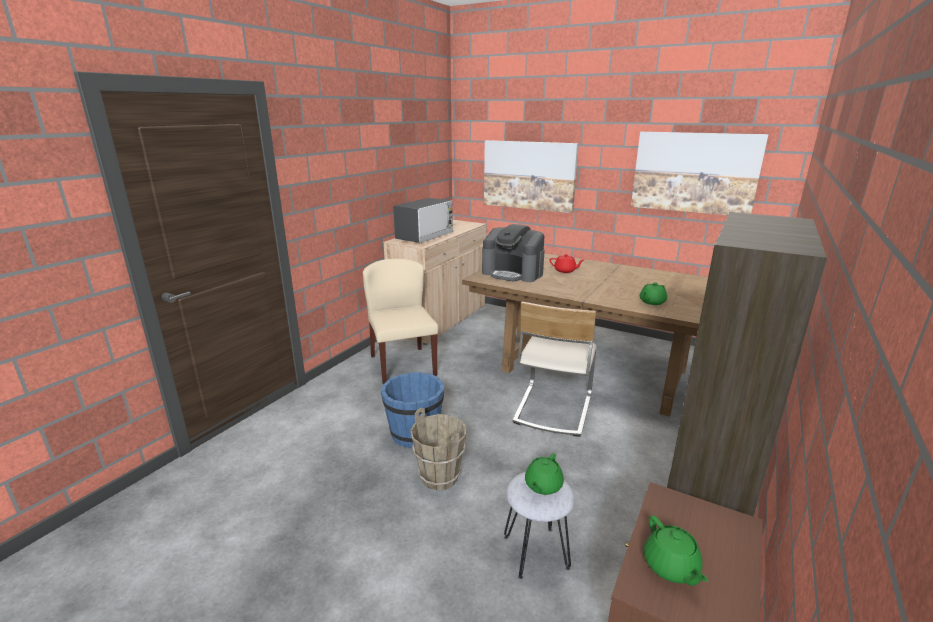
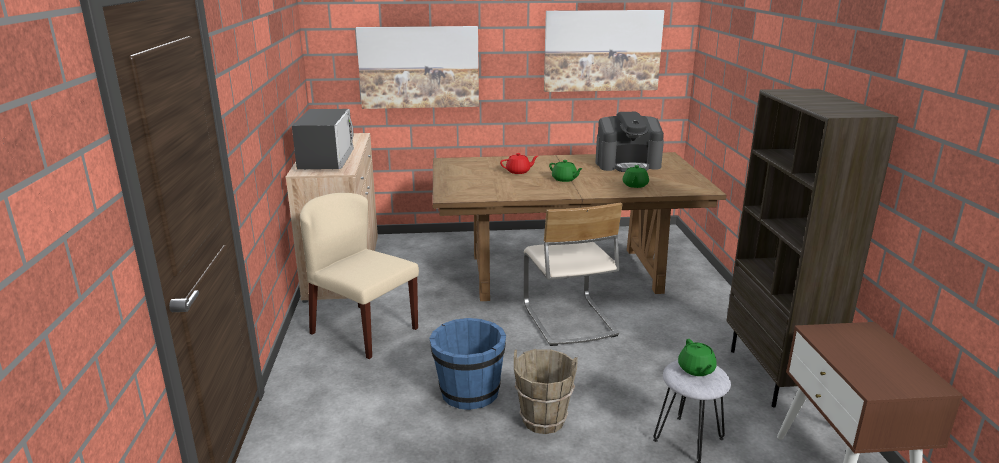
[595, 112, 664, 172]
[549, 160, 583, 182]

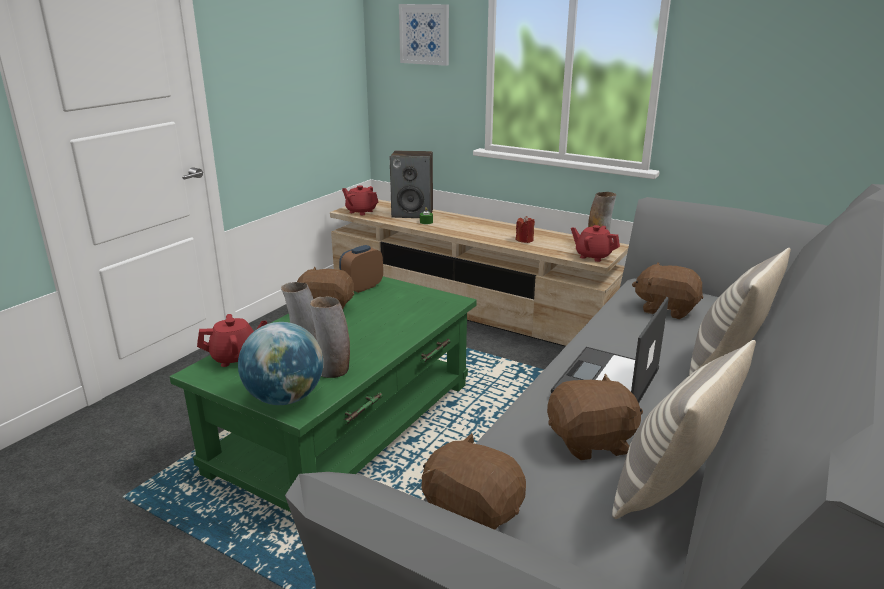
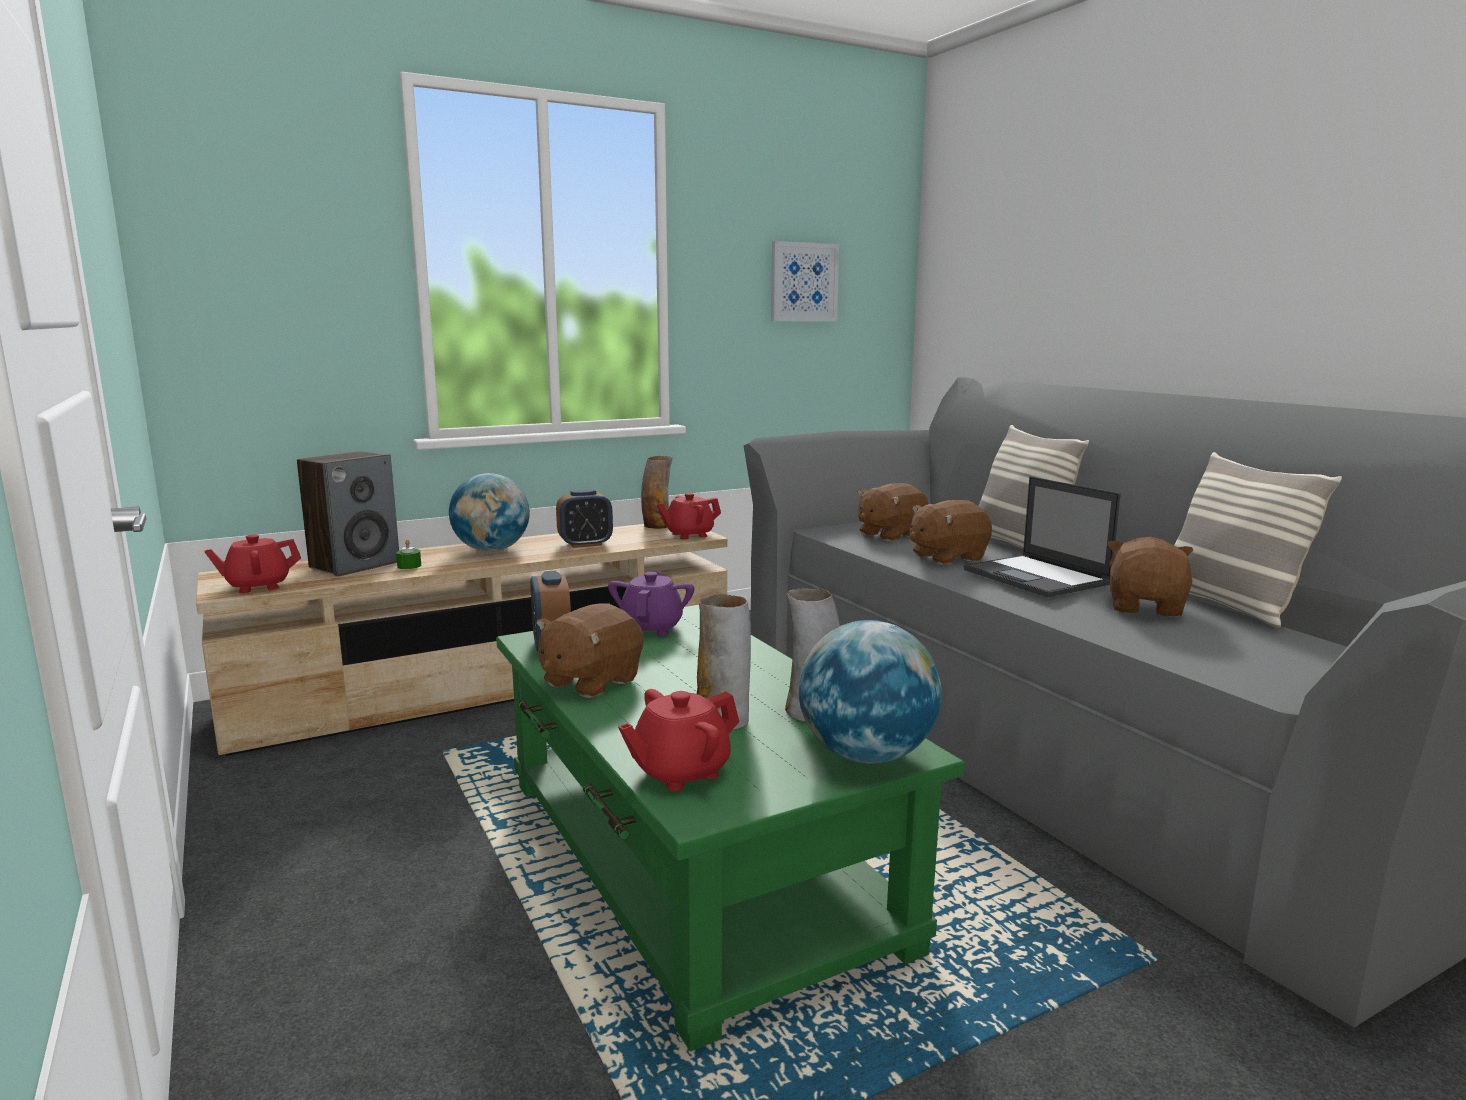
[771, 241, 839, 321]
[556, 489, 613, 548]
[618, 689, 739, 791]
[910, 500, 992, 565]
[449, 473, 530, 552]
[608, 572, 694, 636]

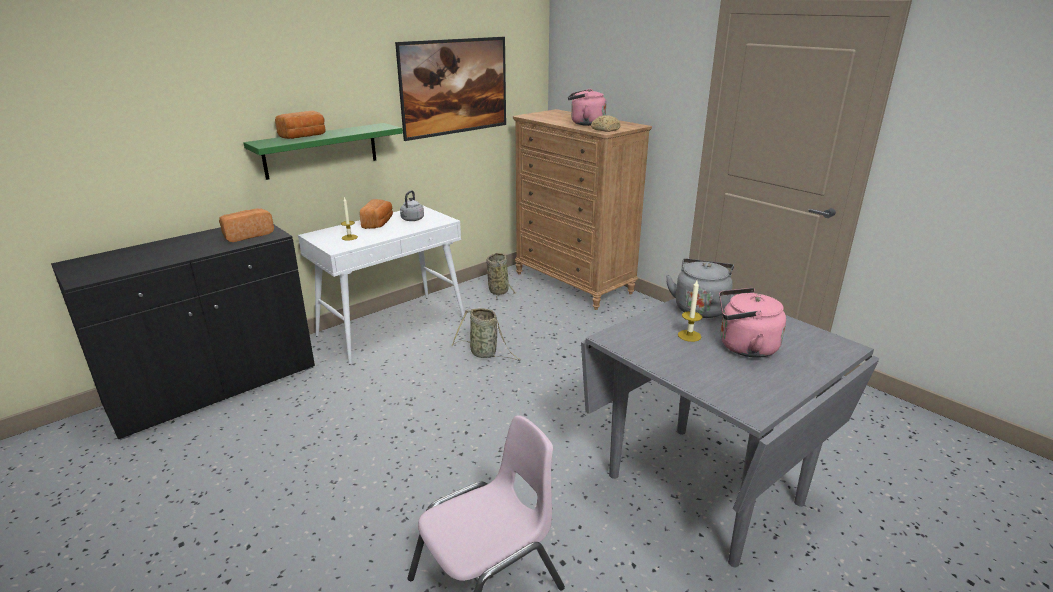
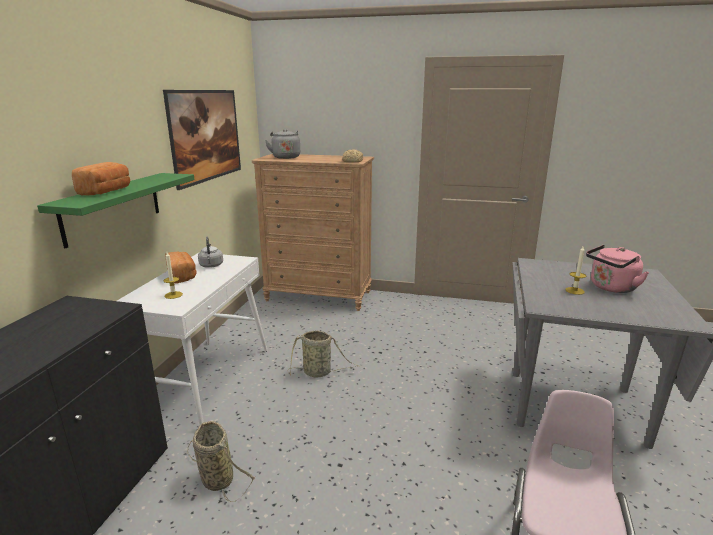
[568, 89, 606, 126] (first image)
[219, 208, 274, 242] (first image)
[187, 421, 255, 502]
[265, 129, 300, 159]

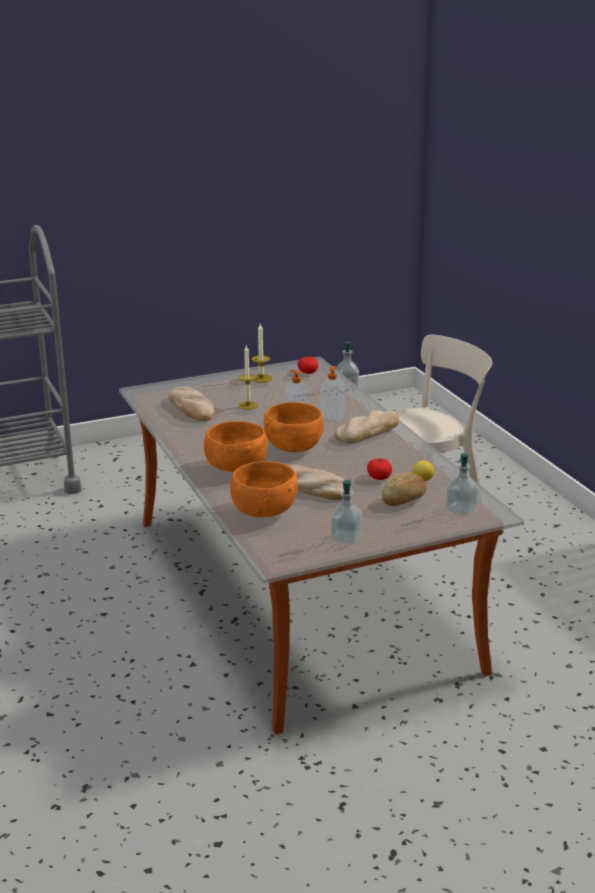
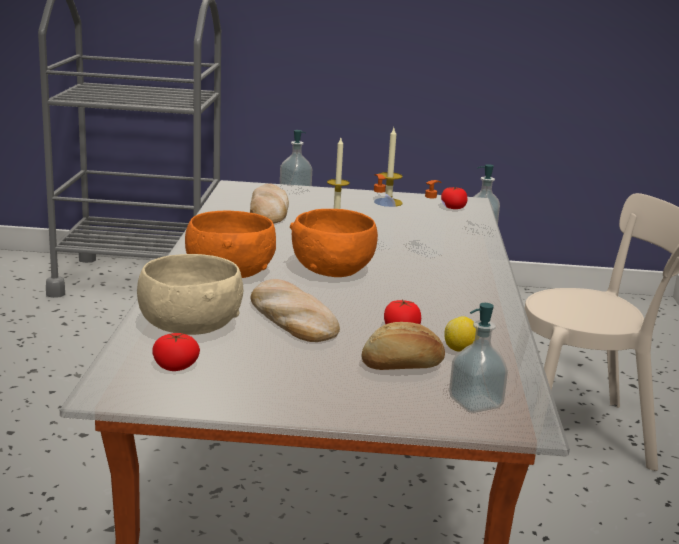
[335, 410, 399, 443] (first image)
[137, 254, 243, 335]
[280, 130, 312, 194]
[152, 333, 200, 371]

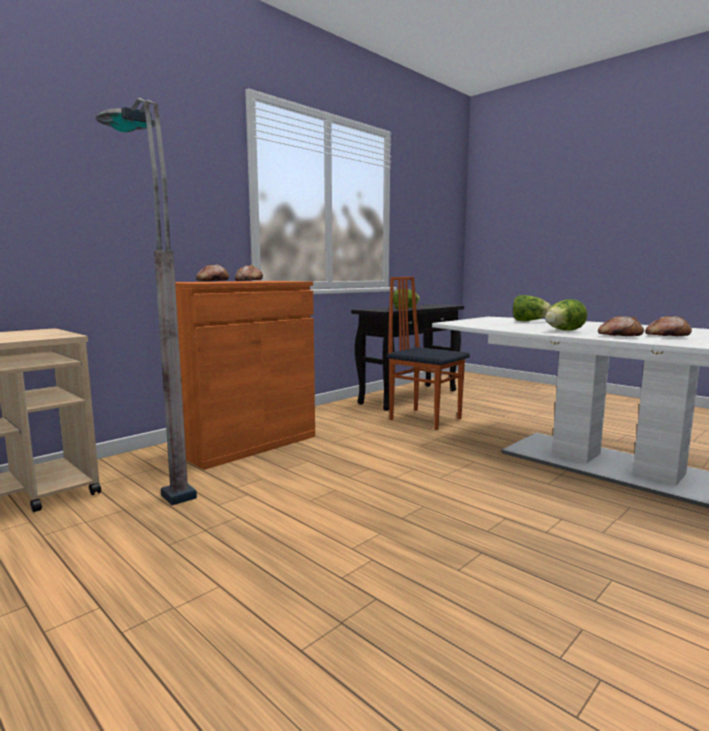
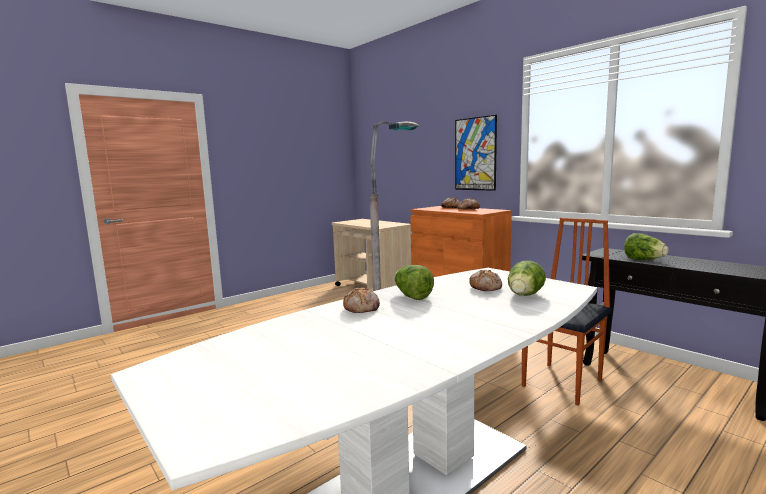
[469, 270, 502, 291]
[455, 115, 497, 191]

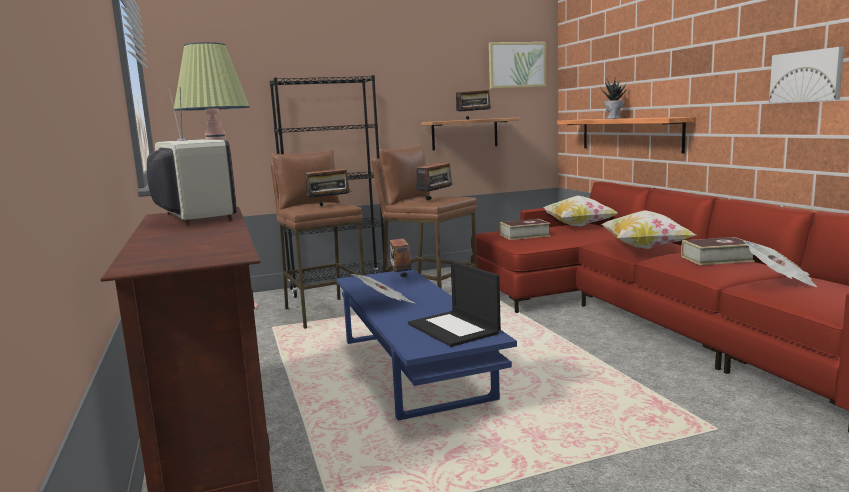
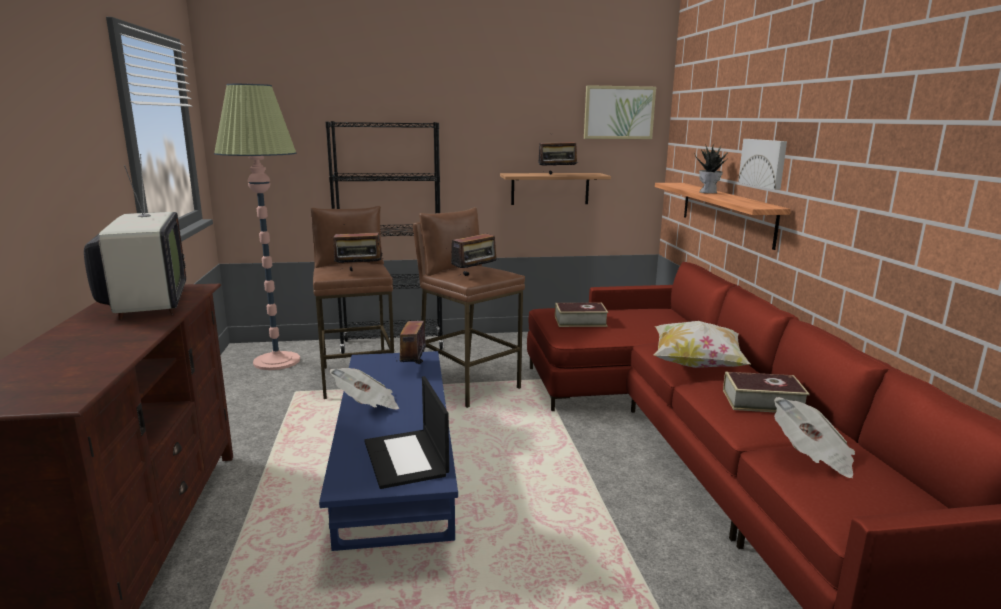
[738, 139, 787, 190]
[544, 196, 618, 226] (first image)

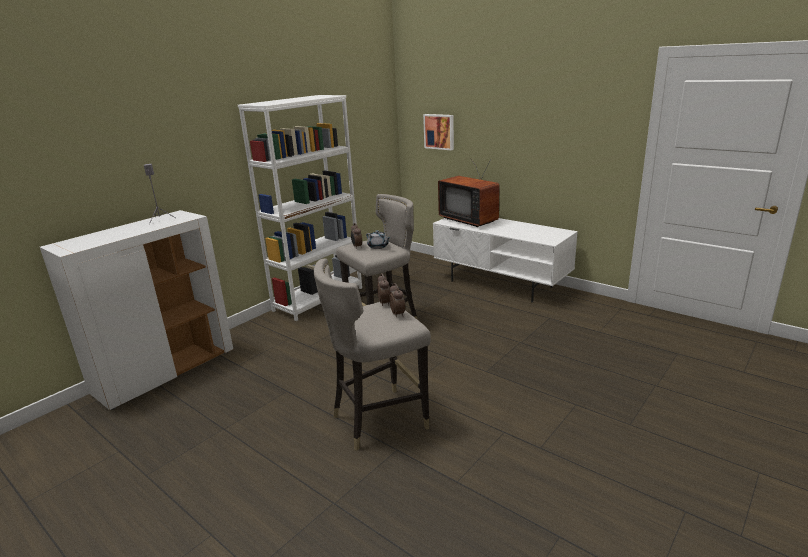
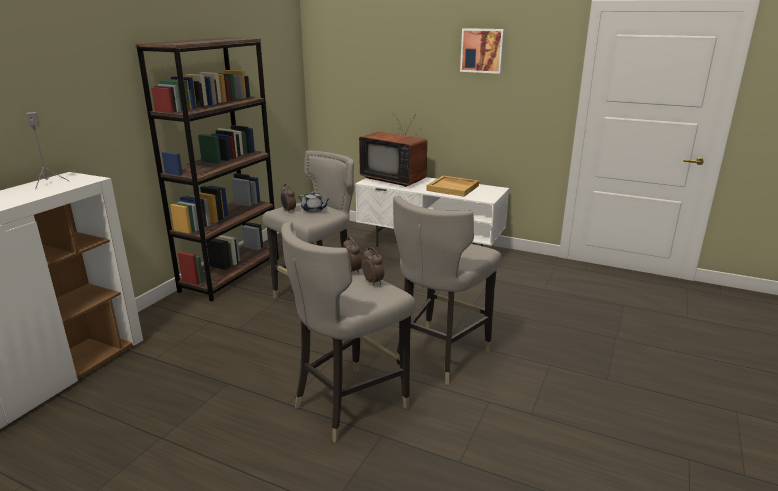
[135, 37, 279, 301]
[460, 28, 505, 74]
[426, 176, 479, 197]
[393, 196, 502, 385]

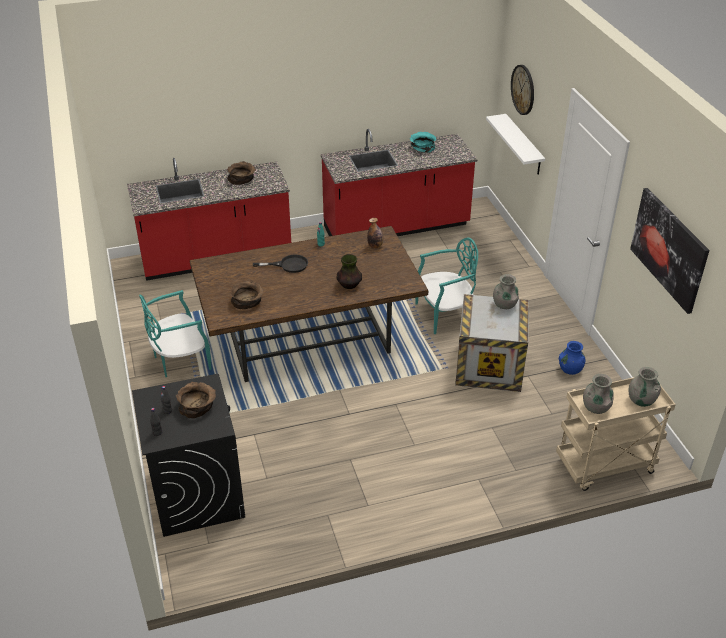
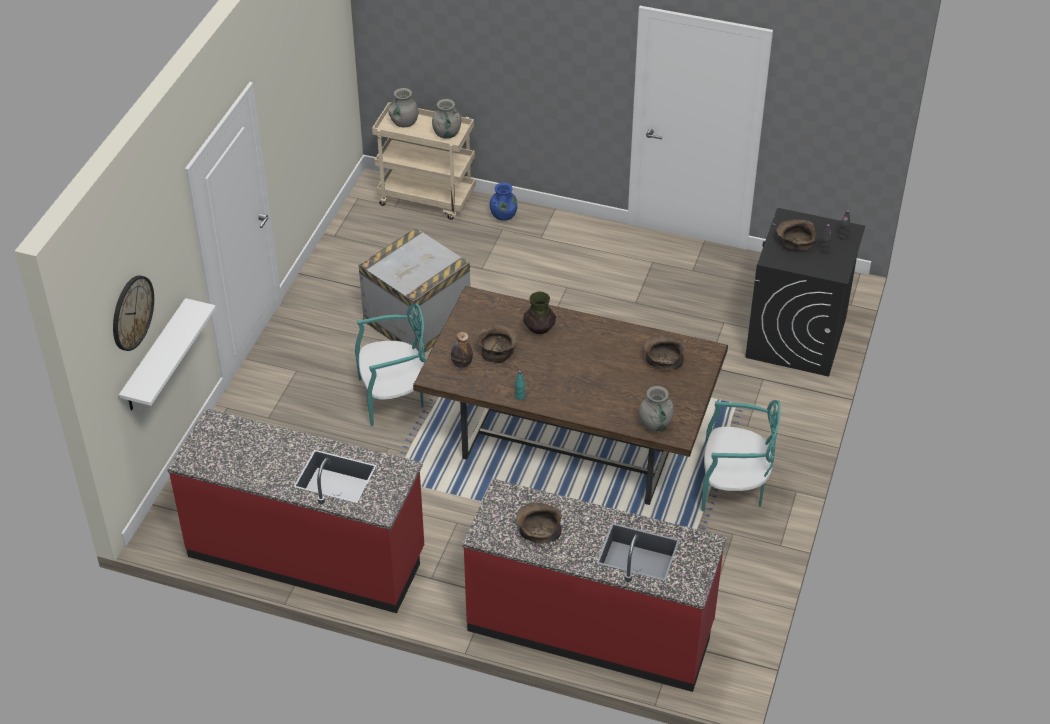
[410, 132, 437, 153] (first image)
[630, 188, 709, 314] (first image)
[355, 303, 426, 426]
[253, 254, 308, 273] (first image)
[639, 386, 674, 431]
[490, 182, 517, 221]
[477, 325, 519, 363]

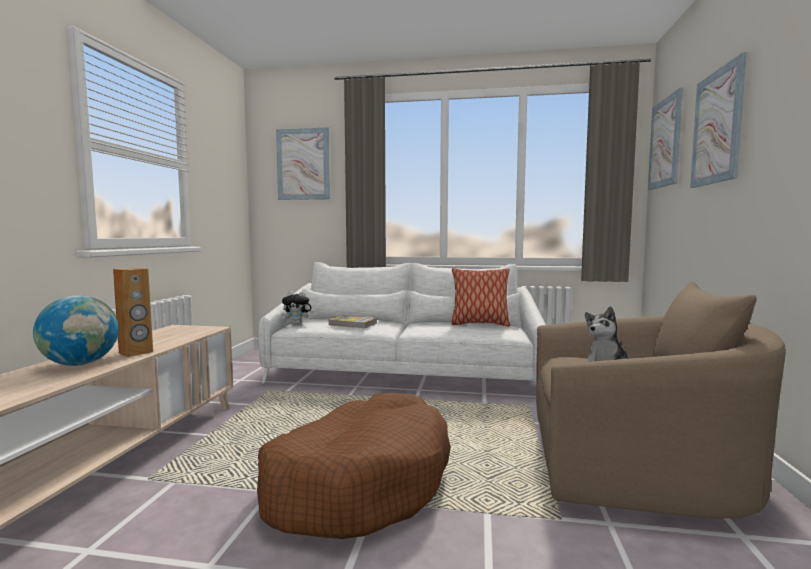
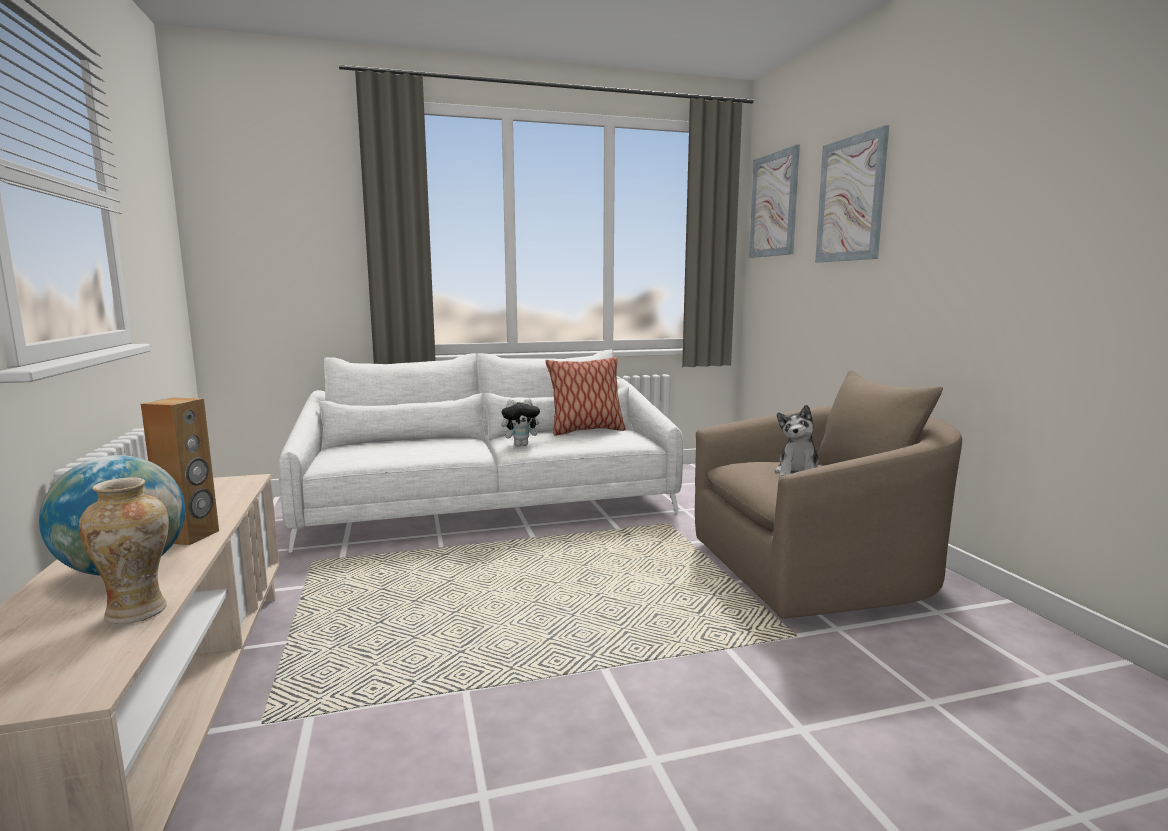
[276, 127, 330, 200] (first image)
[501, 398, 544, 446]
[329, 315, 377, 328] (first image)
[257, 393, 451, 539] (first image)
[79, 477, 169, 624]

